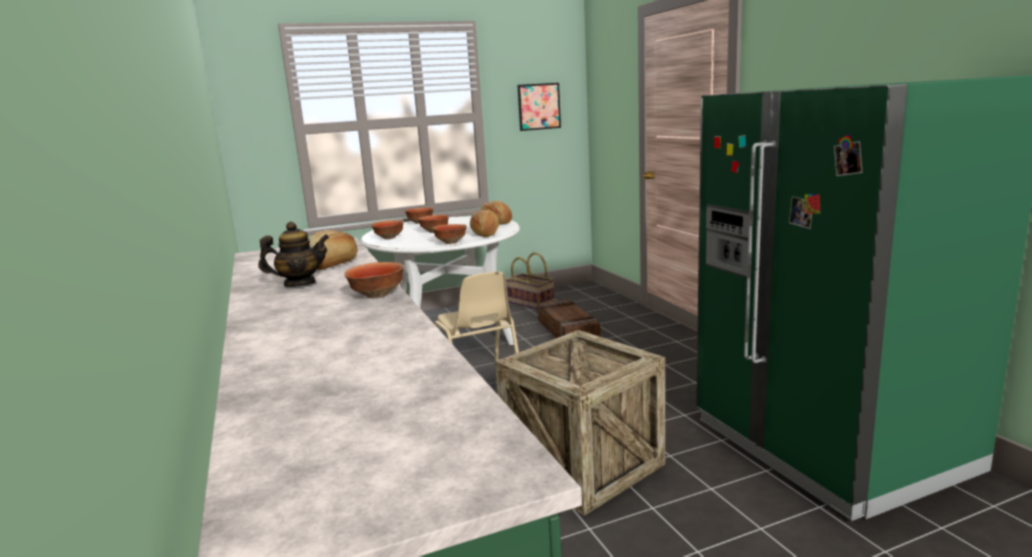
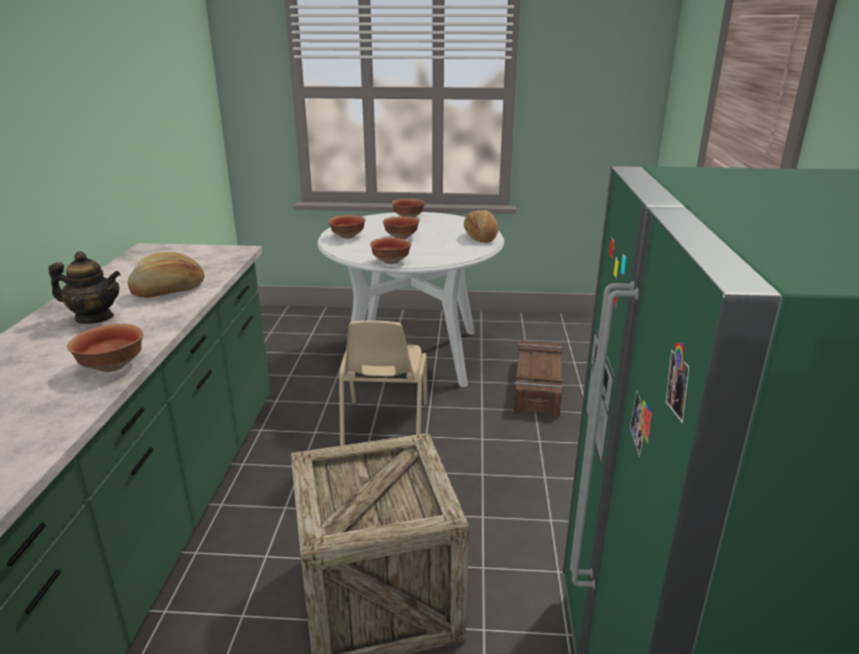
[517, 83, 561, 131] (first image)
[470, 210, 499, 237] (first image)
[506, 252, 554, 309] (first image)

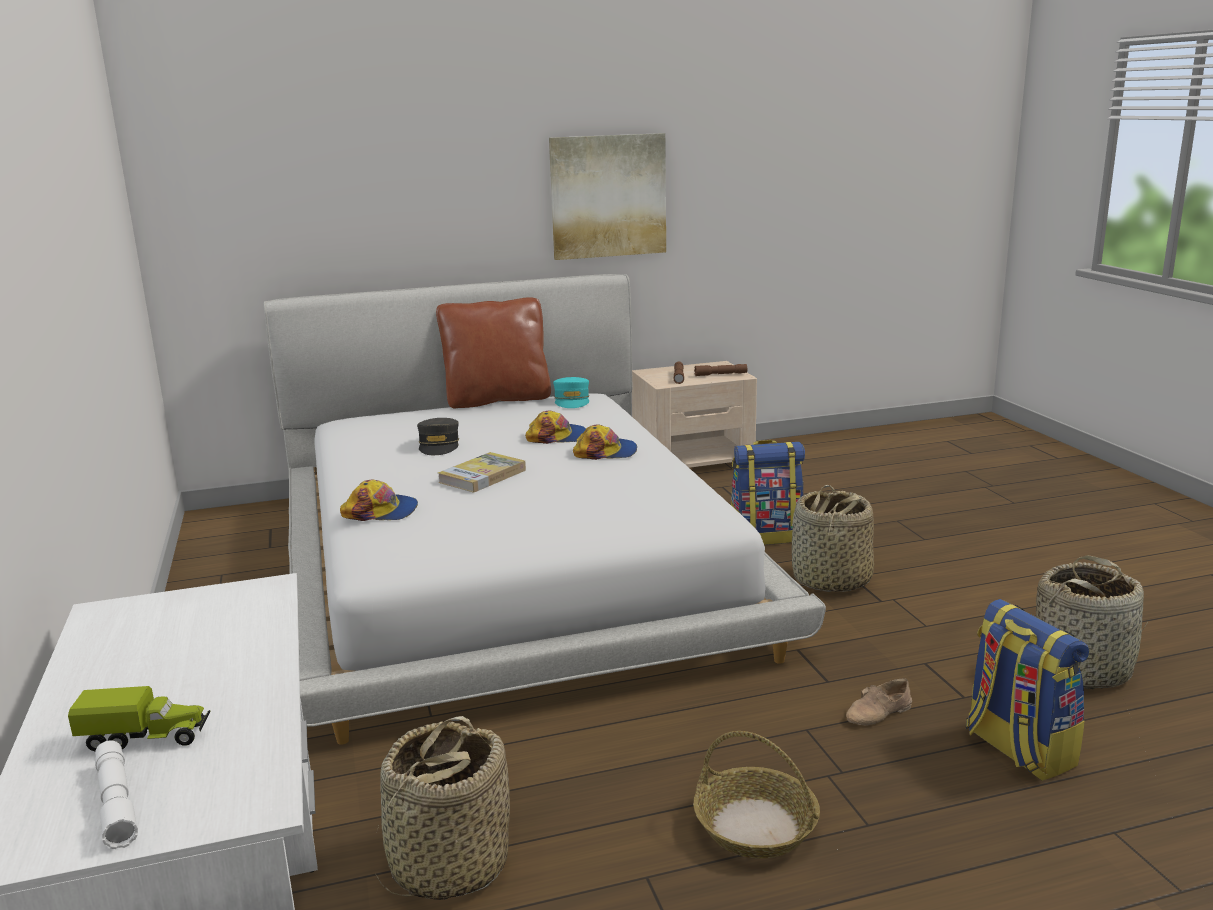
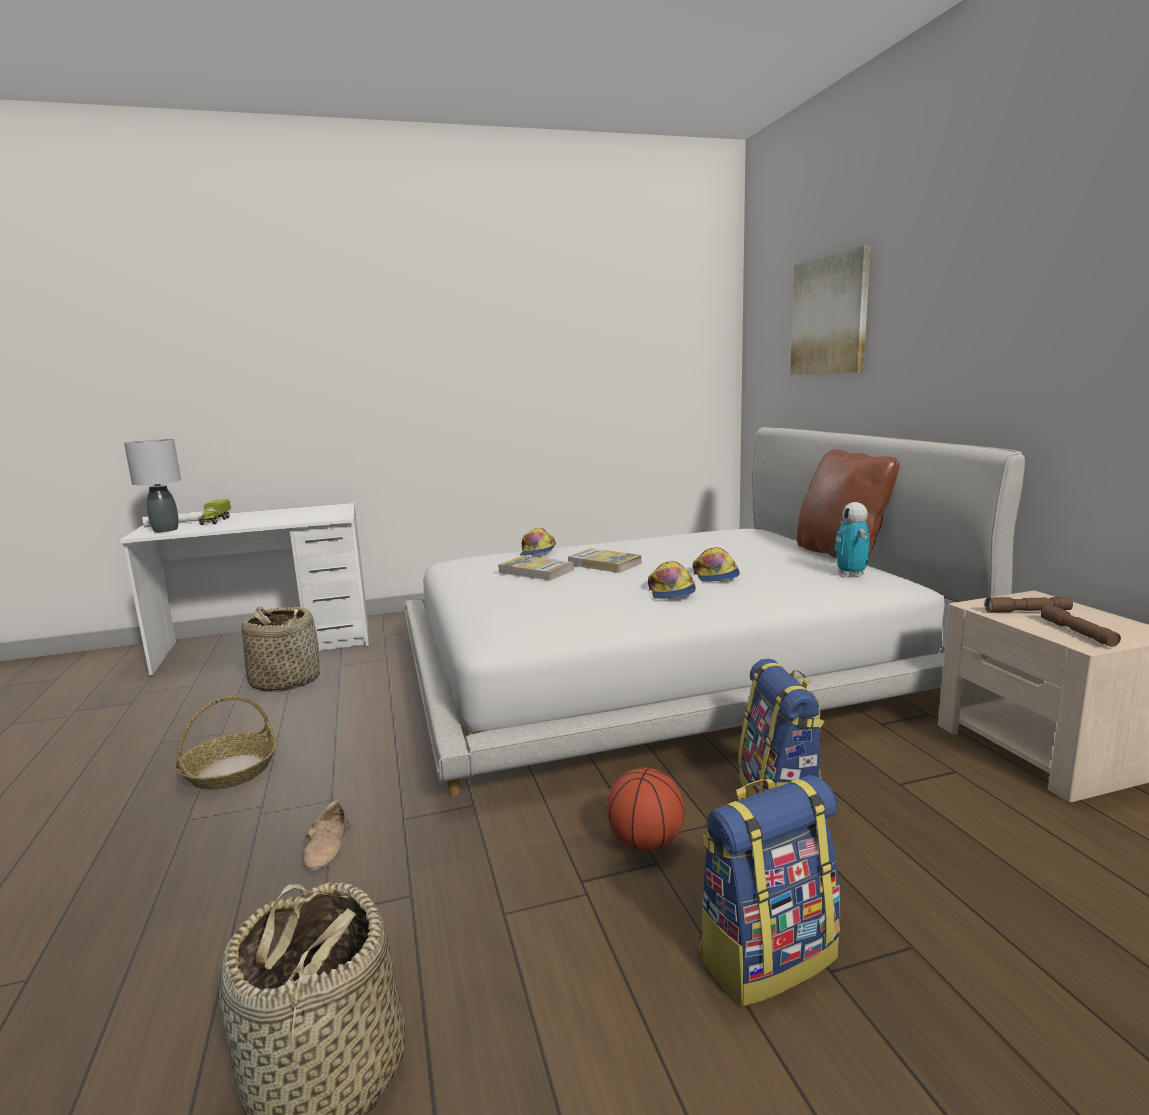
[790, 245, 871, 375]
[834, 502, 870, 577]
[417, 418, 459, 455] (first image)
[607, 768, 684, 851]
[699, 775, 840, 1006]
[303, 800, 351, 871]
[124, 439, 181, 532]
[498, 556, 574, 581]

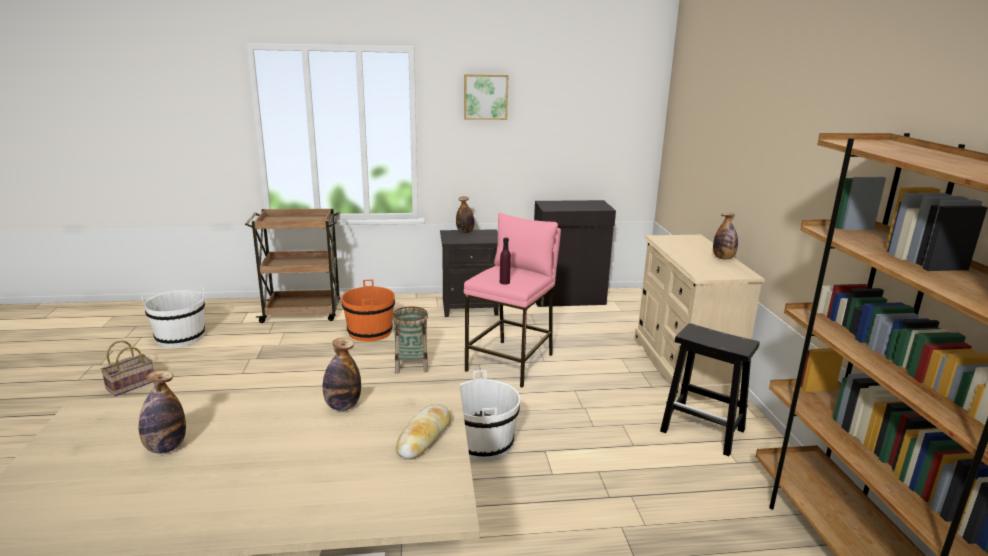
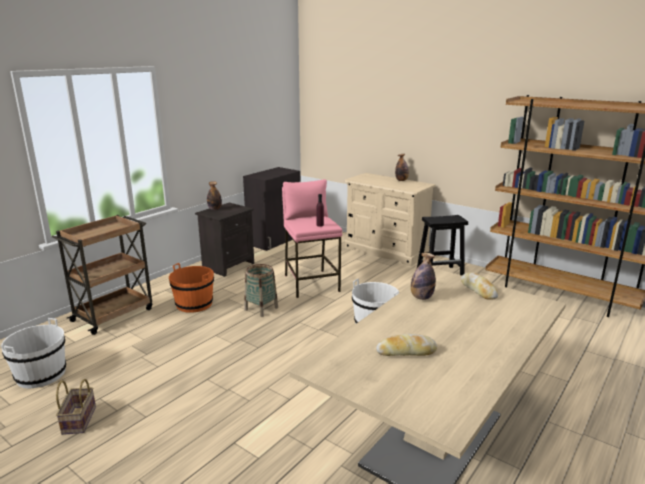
[464, 74, 508, 120] (first image)
[376, 334, 437, 356]

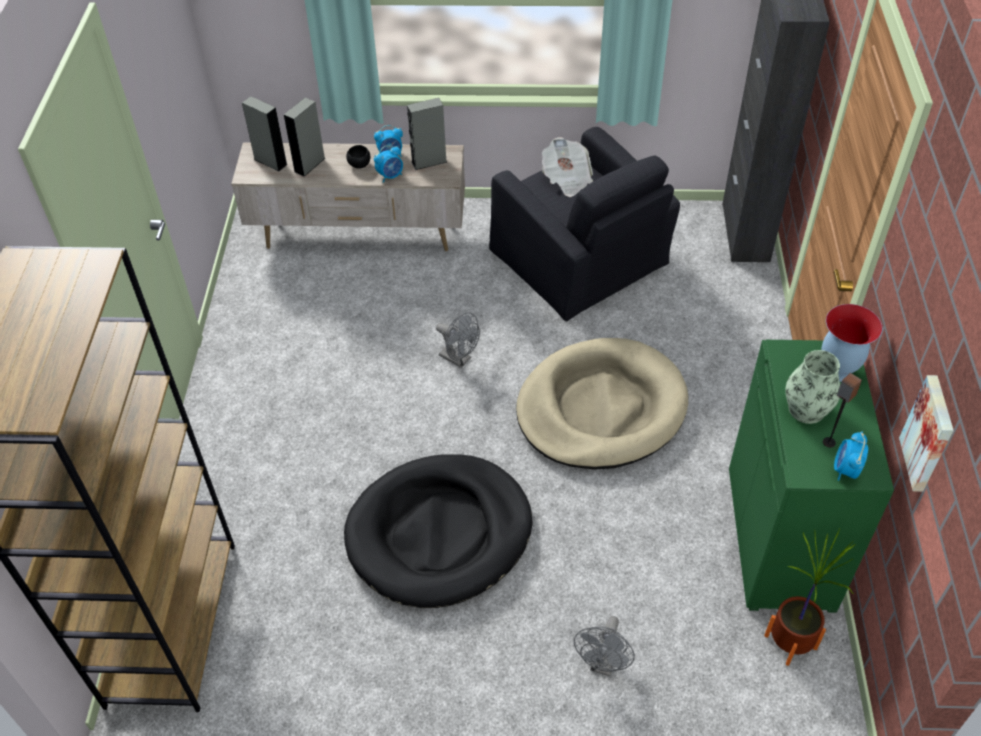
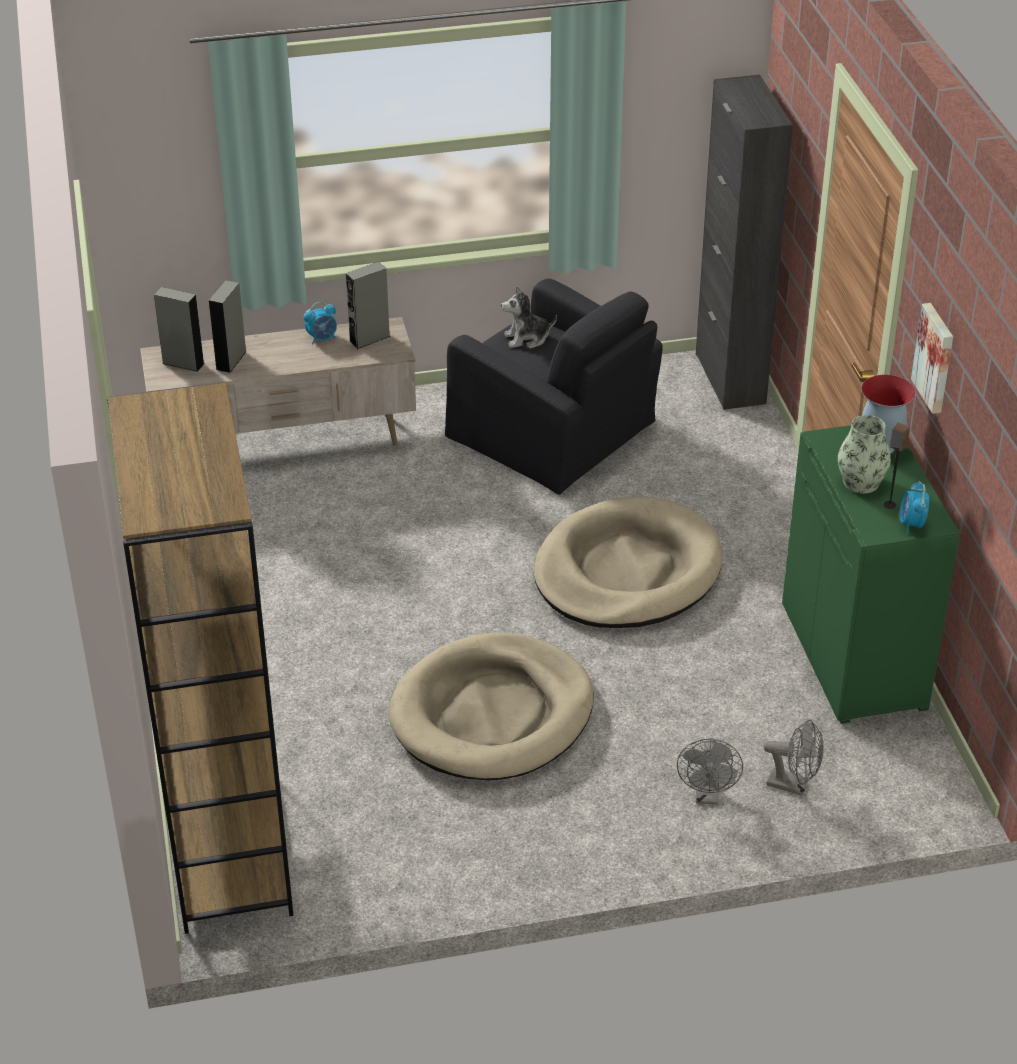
[501, 287, 557, 349]
[346, 145, 371, 169] (first image)
[374, 145, 403, 183] (first image)
[764, 719, 824, 796]
[911, 303, 953, 414]
[388, 633, 594, 780]
[764, 529, 856, 666] (first image)

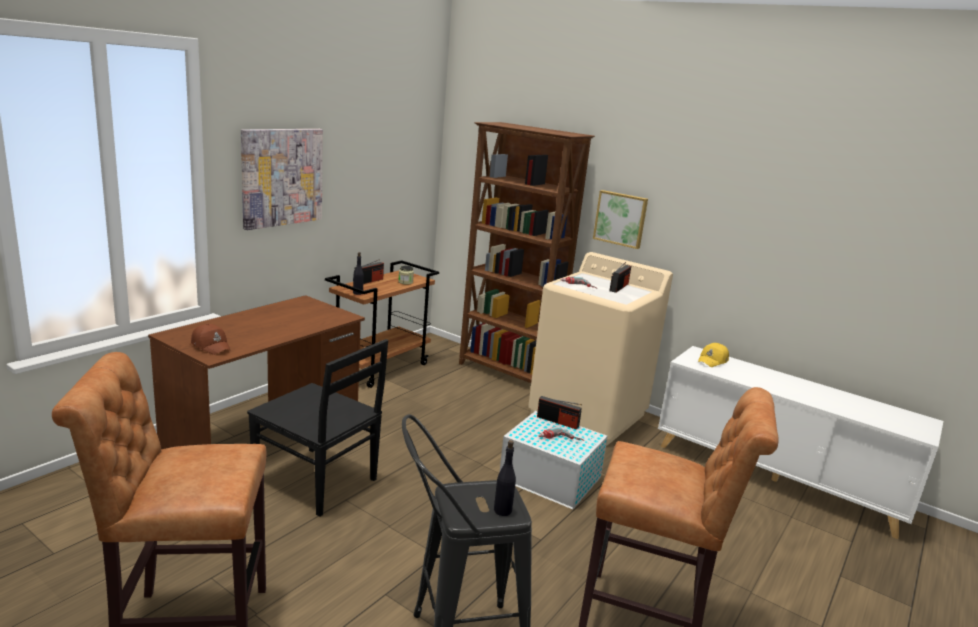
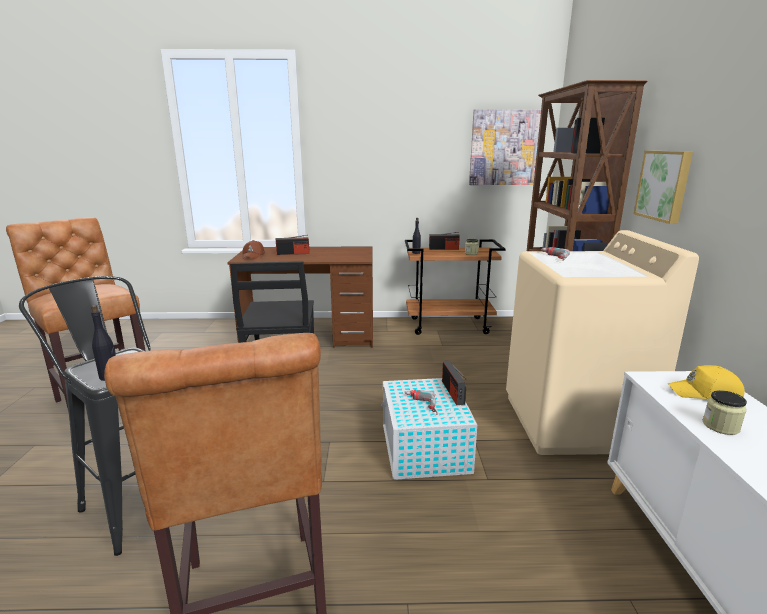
[469, 109, 541, 185]
[276, 235, 309, 255]
[703, 390, 747, 435]

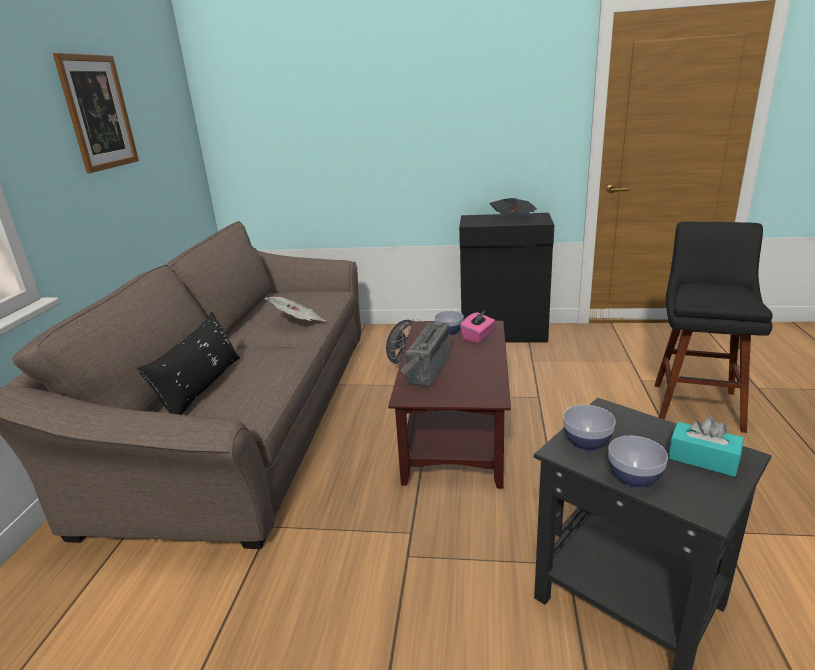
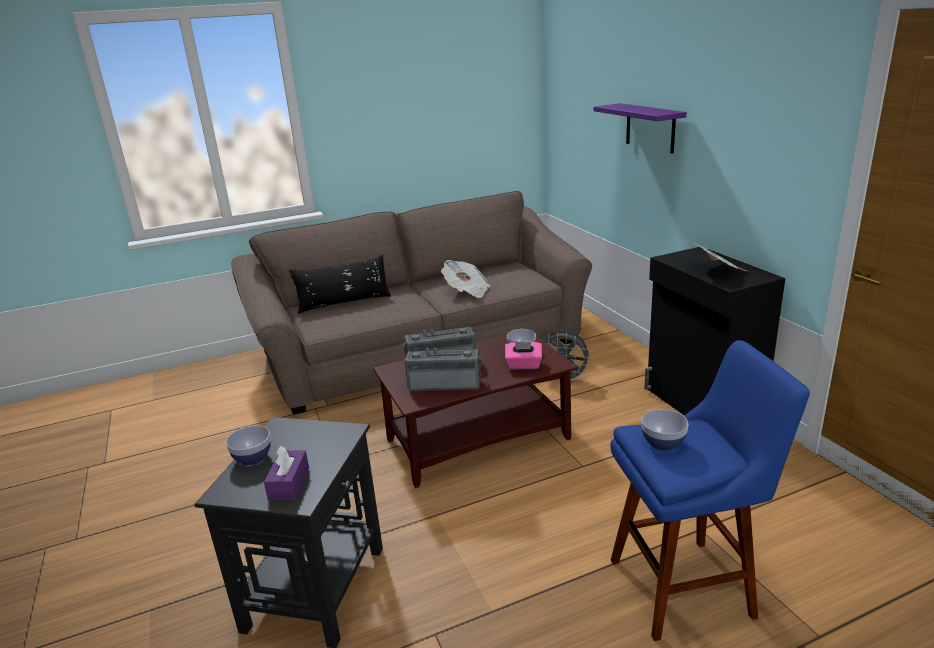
[53, 53, 139, 173] (first image)
[610, 340, 810, 641]
[642, 409, 689, 451]
[264, 446, 309, 500]
[594, 103, 687, 154]
[404, 348, 482, 391]

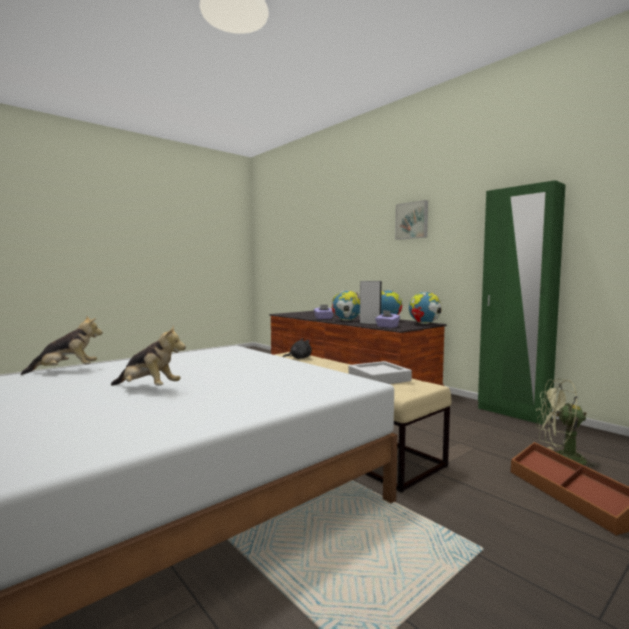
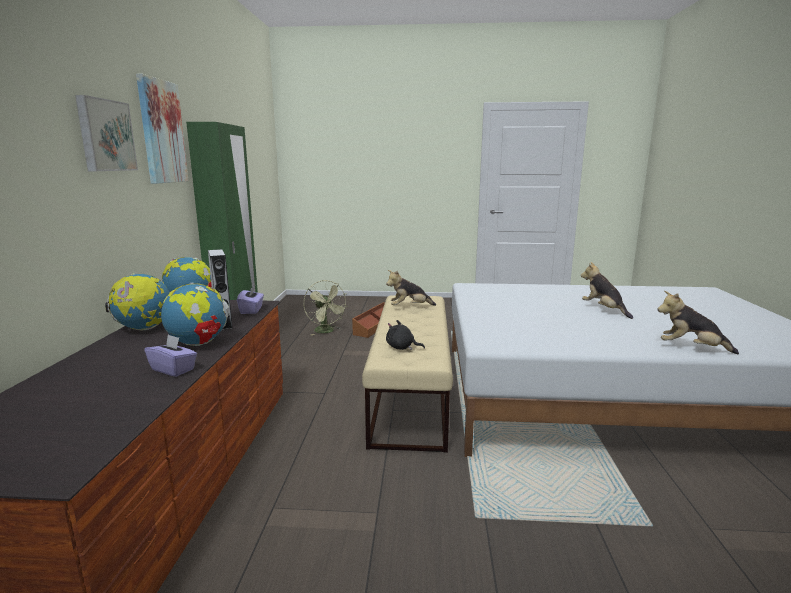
[386, 270, 436, 306]
[136, 73, 189, 184]

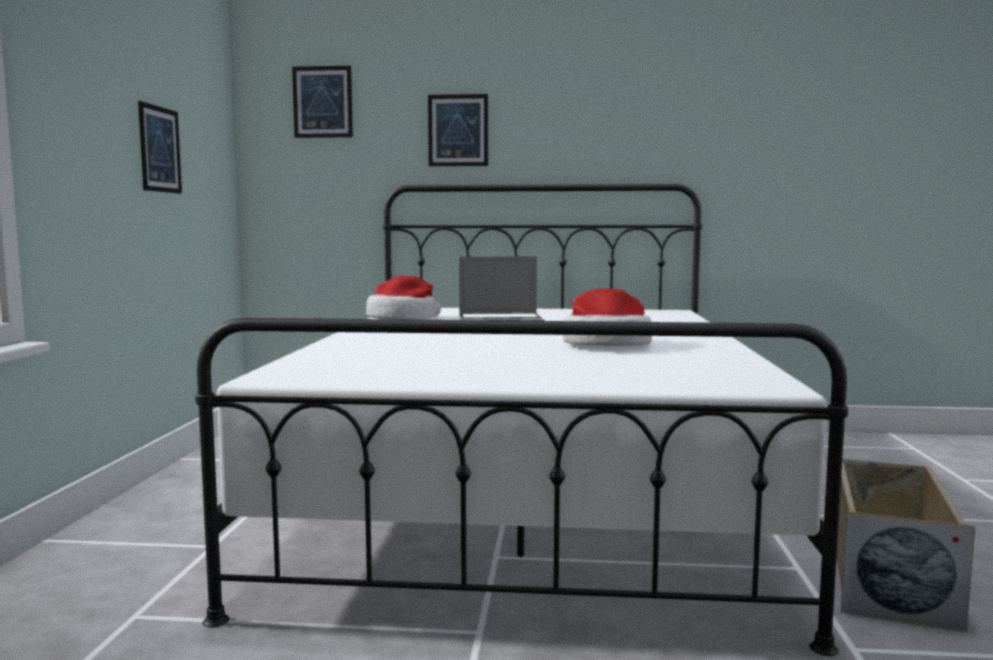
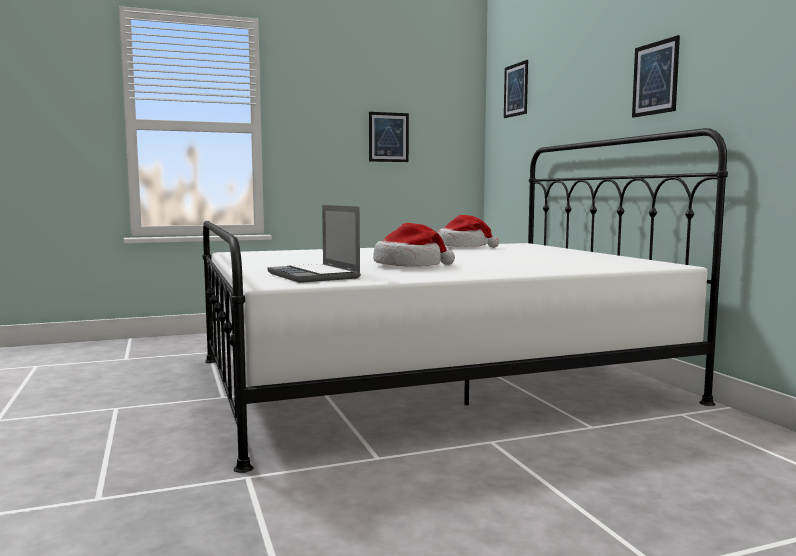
[632, 35, 680, 118]
[267, 205, 361, 283]
[837, 458, 975, 632] (first image)

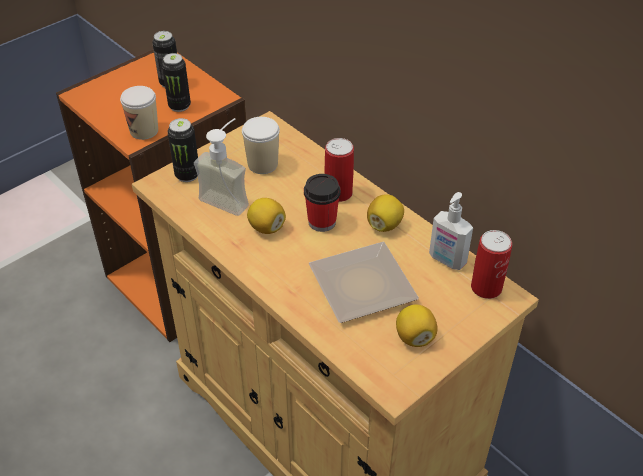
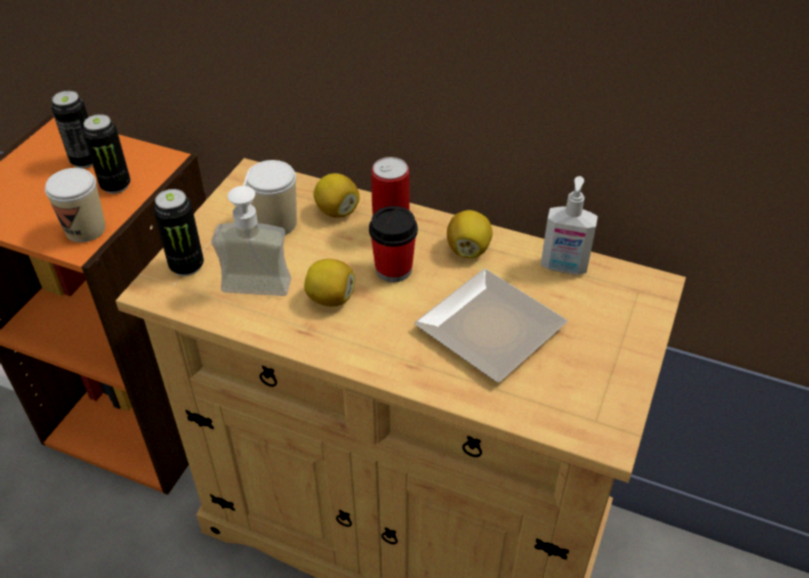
[471, 230, 512, 299] (first image)
[313, 173, 360, 218]

